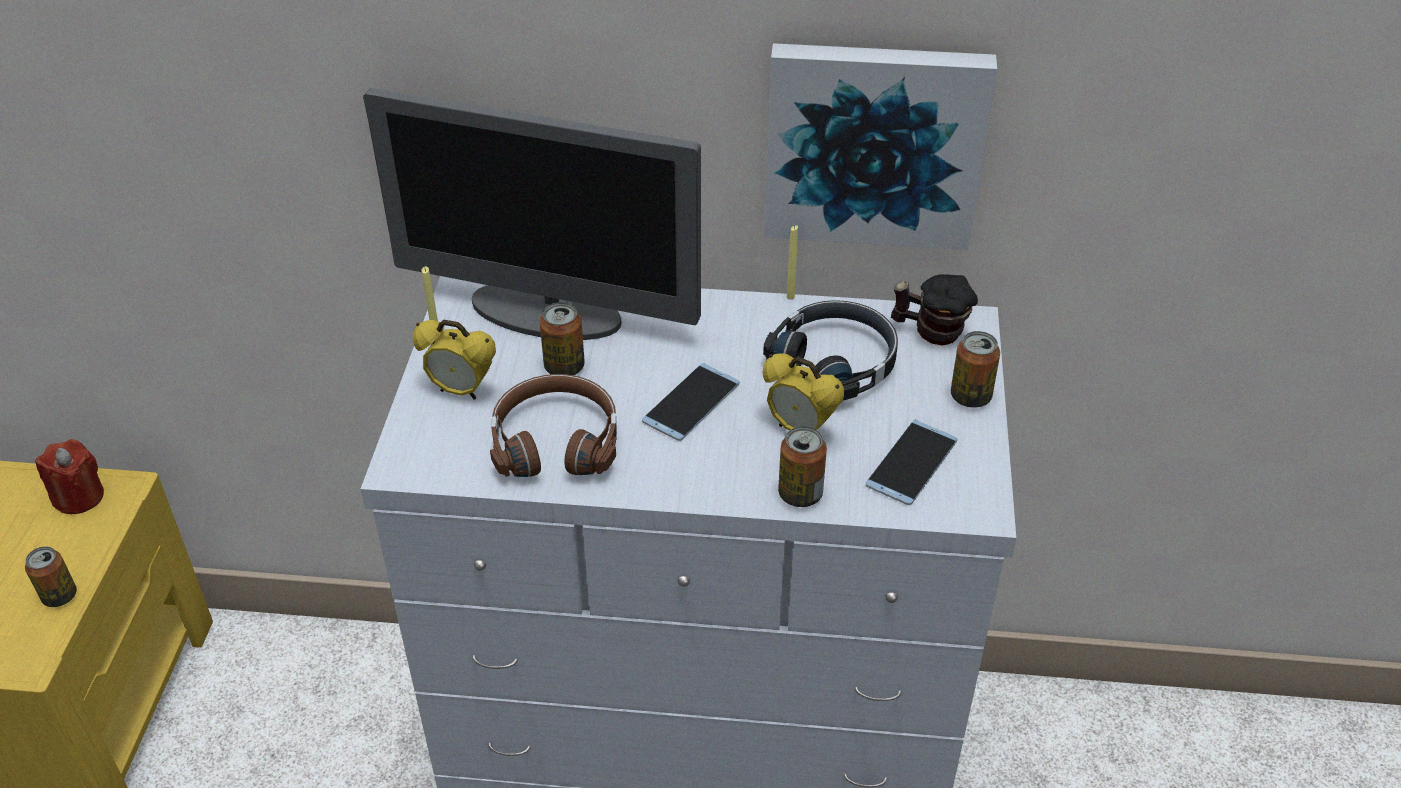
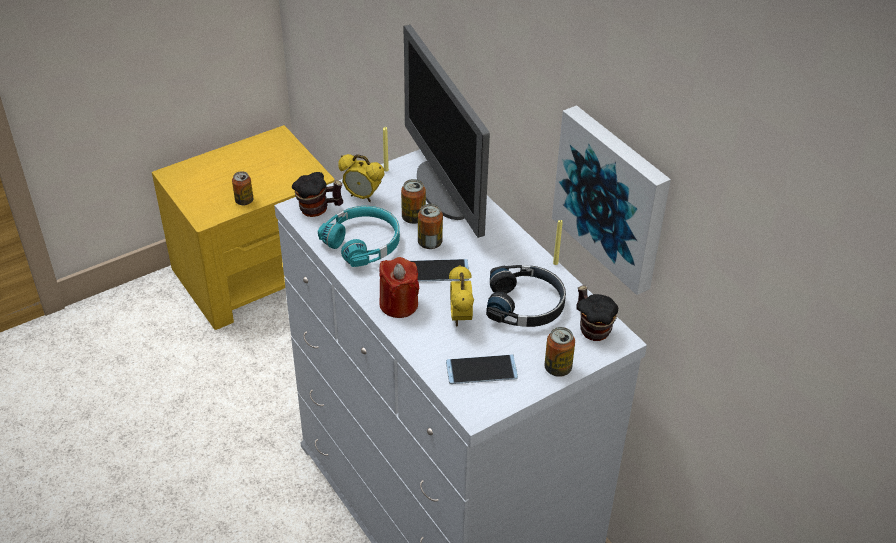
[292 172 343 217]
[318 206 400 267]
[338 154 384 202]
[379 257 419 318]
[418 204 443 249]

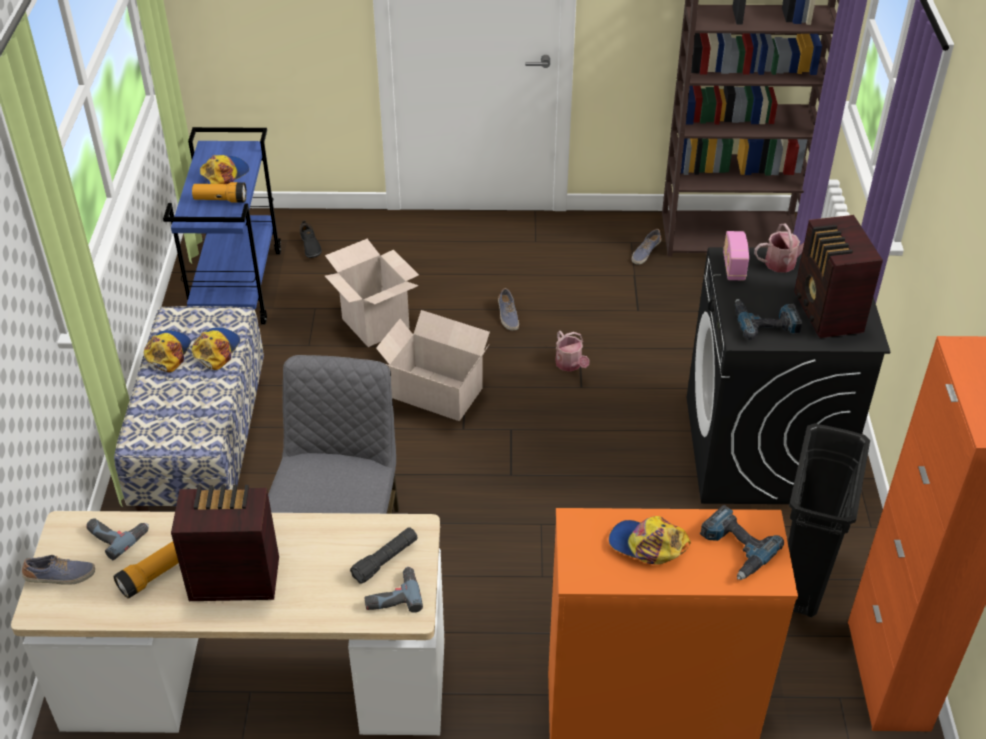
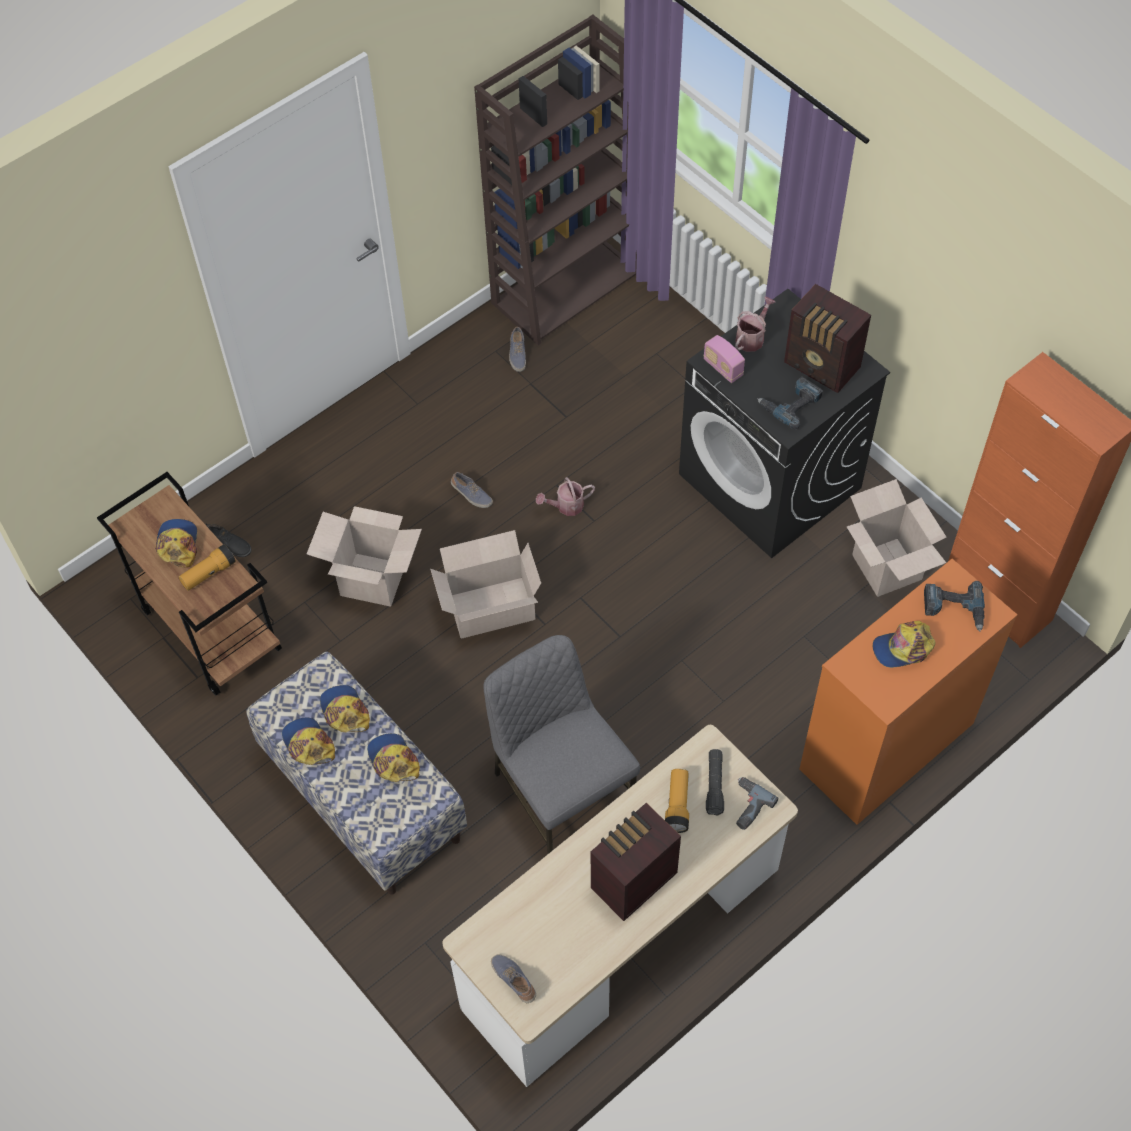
[97 472 282 695]
[367 733 420 782]
[491 954 536 1003]
[536 477 595 516]
[665 769 689 833]
[847 479 946 597]
[86 518 149 560] (first image)

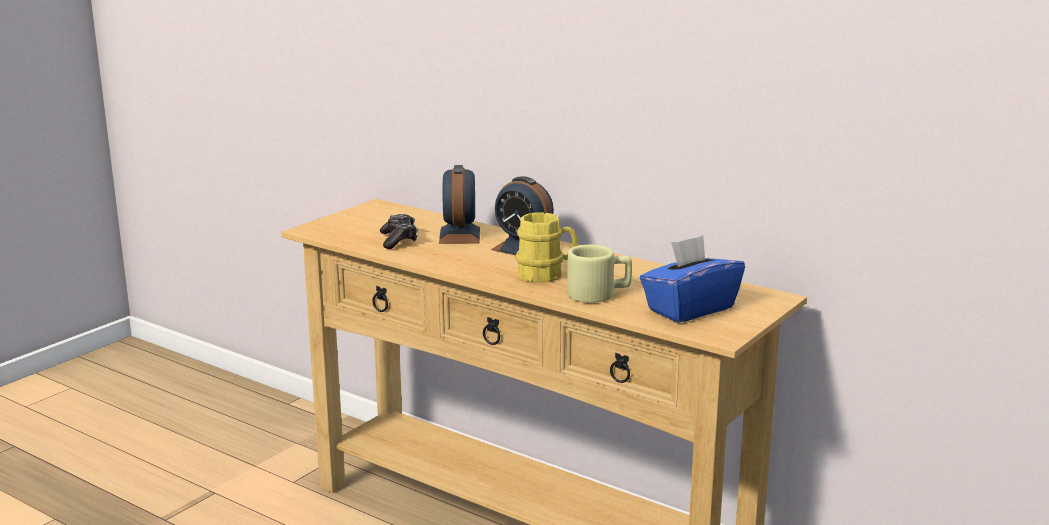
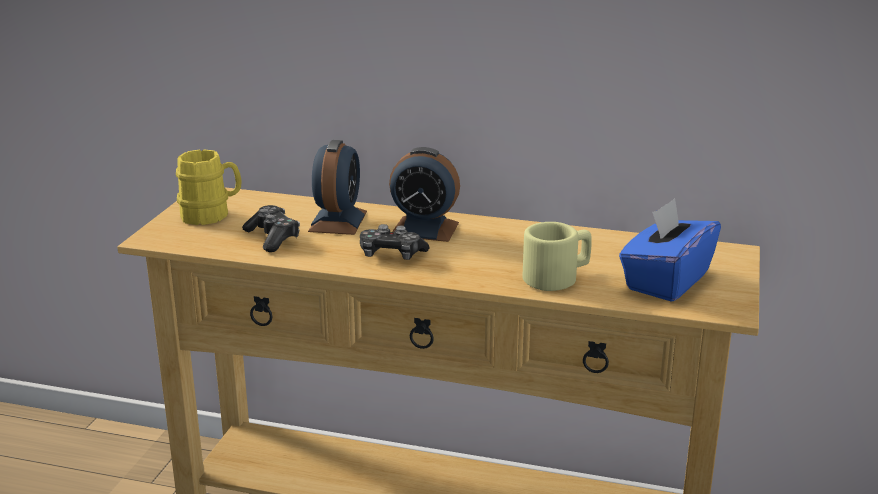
[176 149 242 225]
[308 140 367 235]
[360 224 429 260]

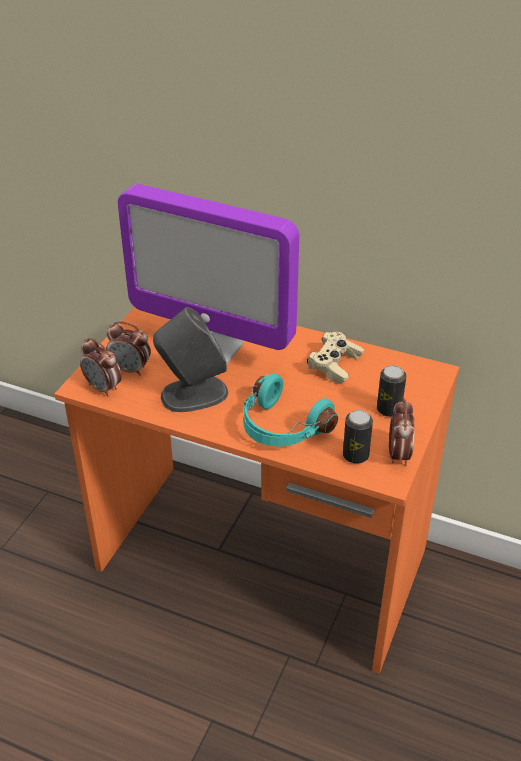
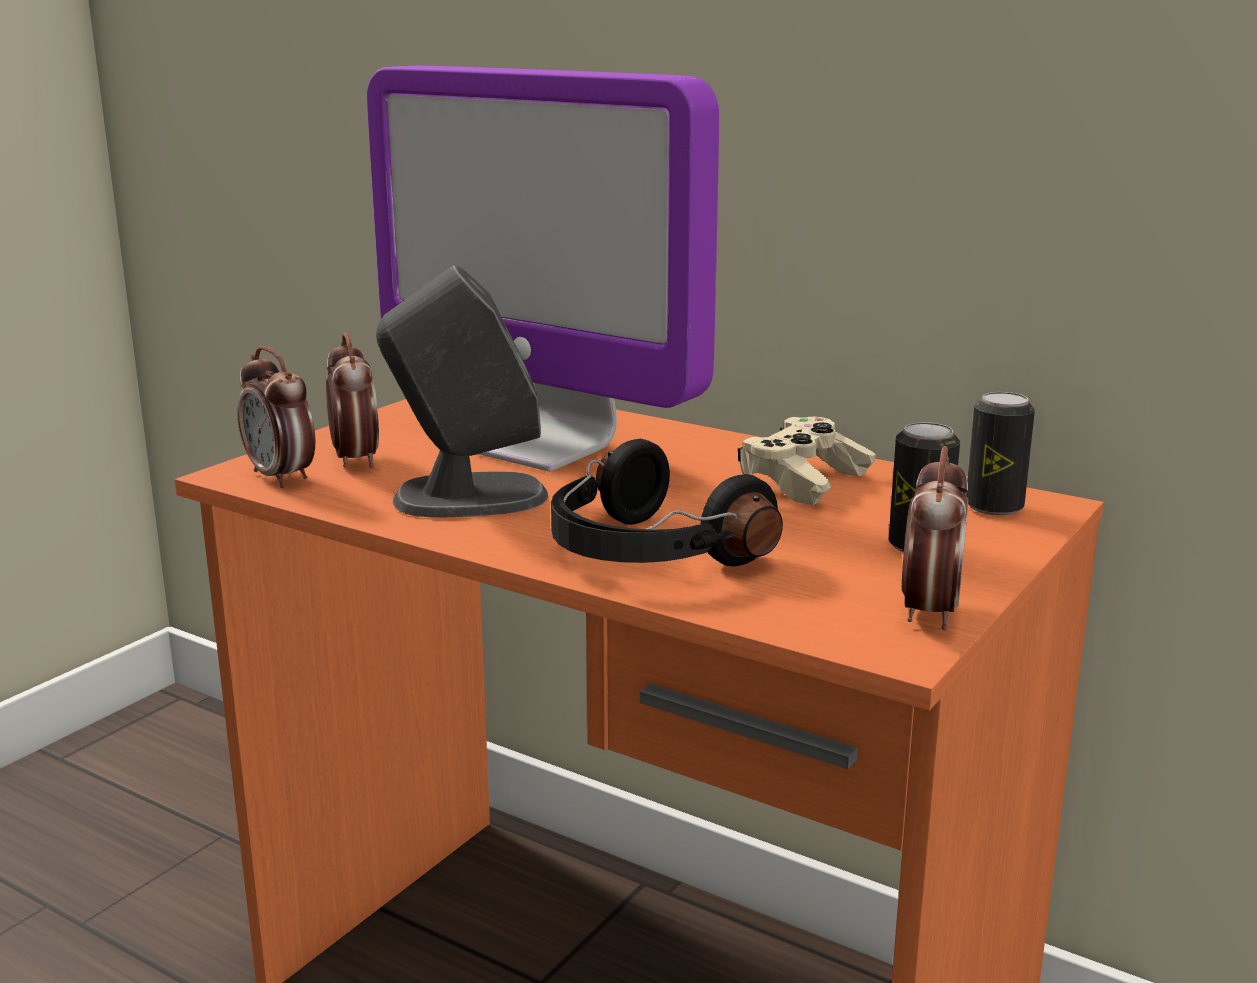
[326 333 379 468]
[551 439 783 566]
[966 392 1035 516]

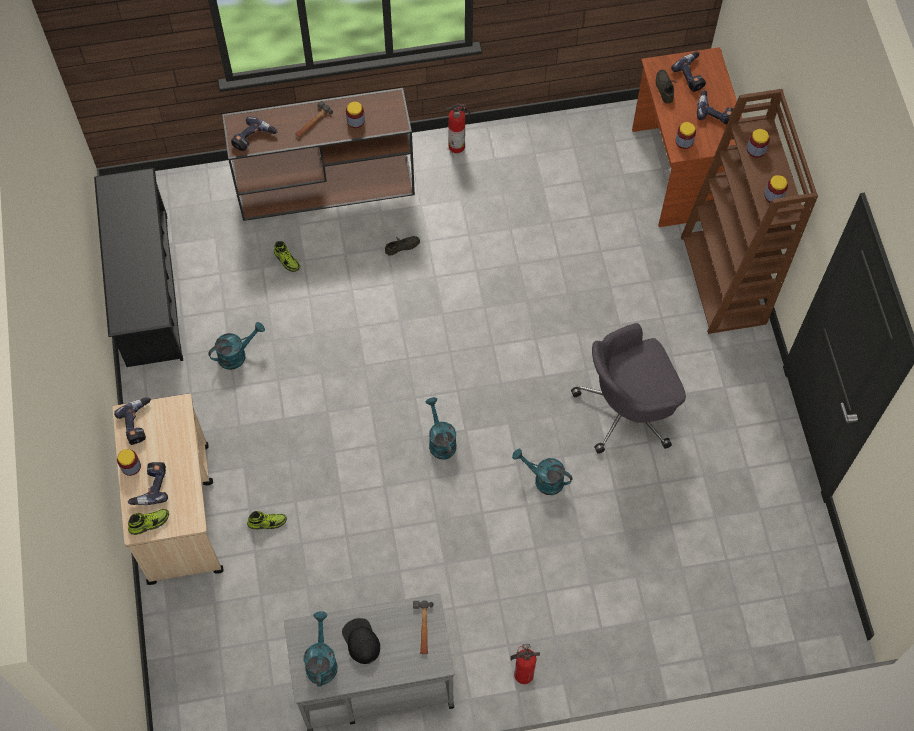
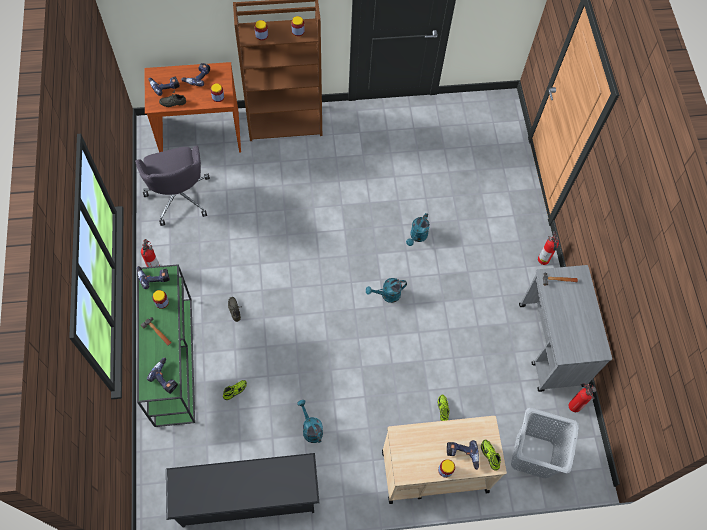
[135 145 210 226]
[137 264 195 427]
[137 266 170 289]
[511 408 579 478]
[569 383 596 412]
[303 611 337 686] (first image)
[342 618 380 664] (first image)

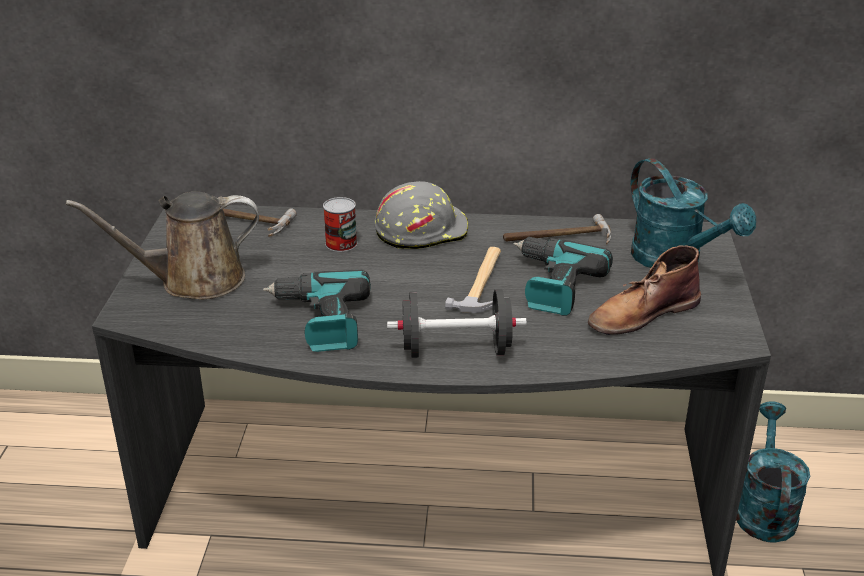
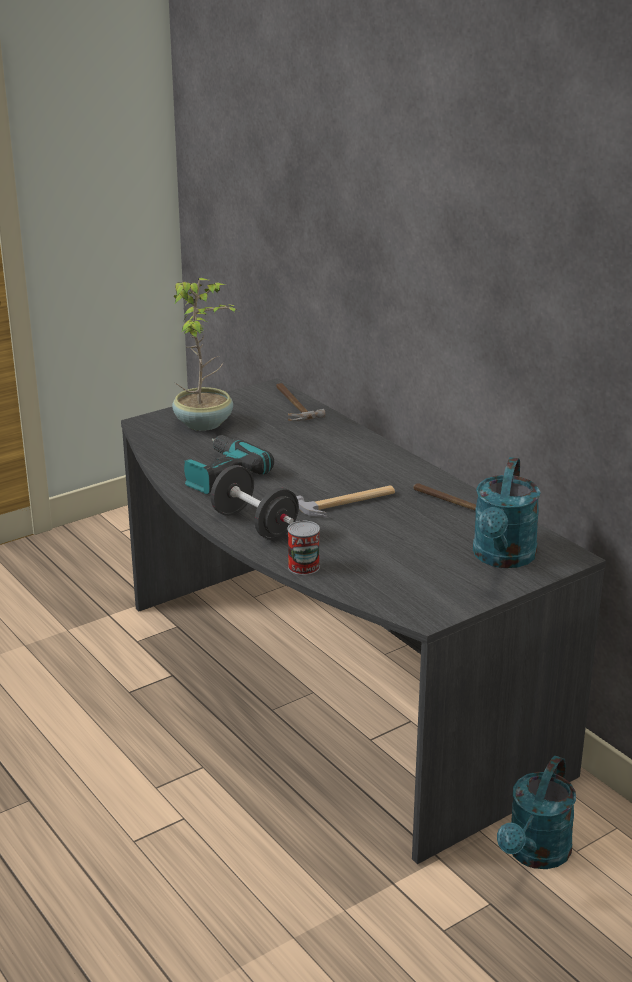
[172 278 236 431]
[288 521 320 575]
[497 756 576 869]
[374 181 468 249] (first image)
[514 237 613 316] (first image)
[588 245 701 335] (first image)

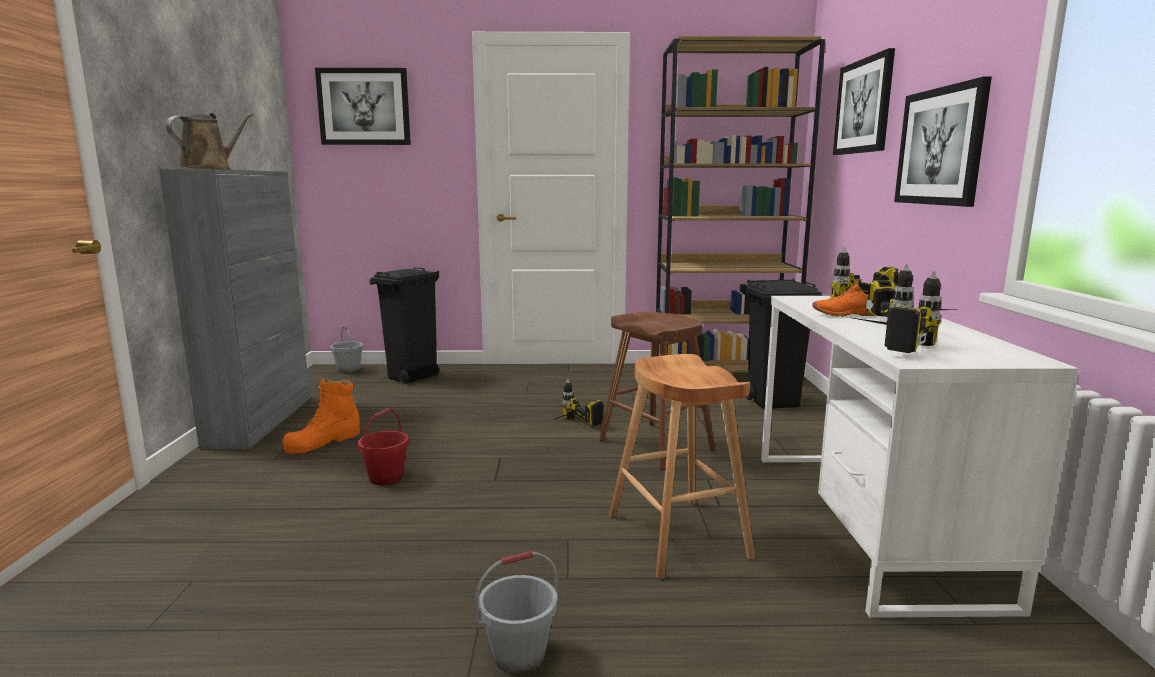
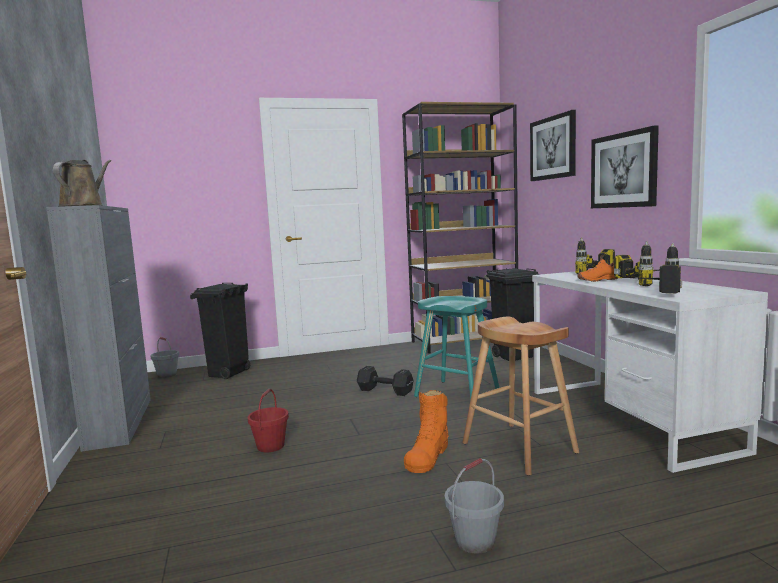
[357 366 414 396]
[404 390 449 473]
[414 296 500 400]
[315 68 411 145] (first image)

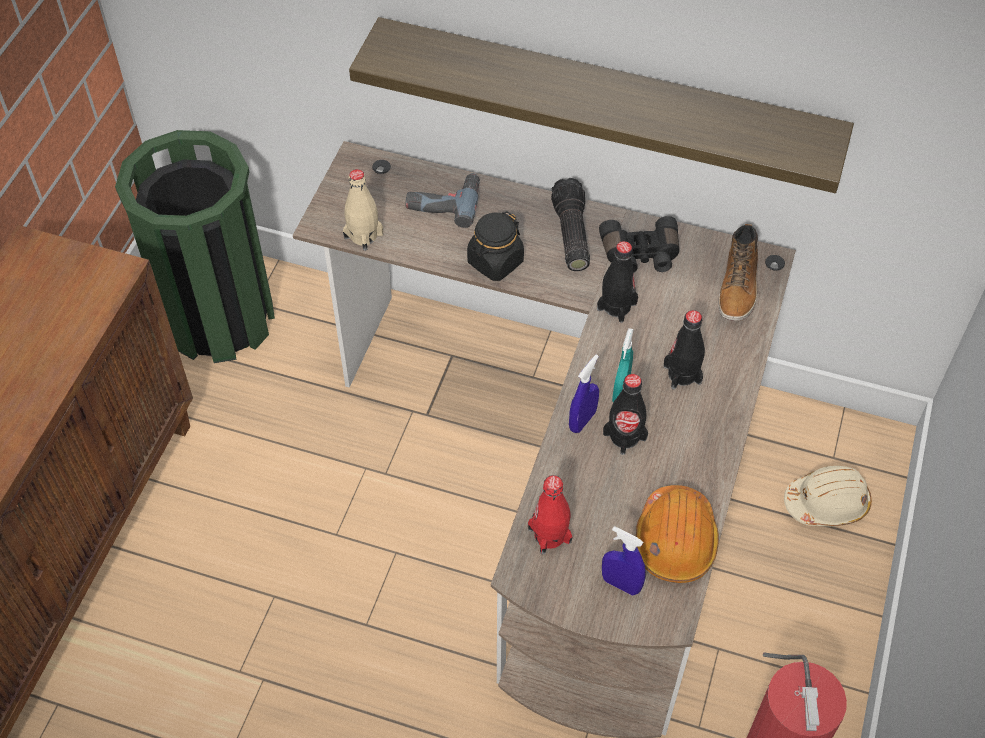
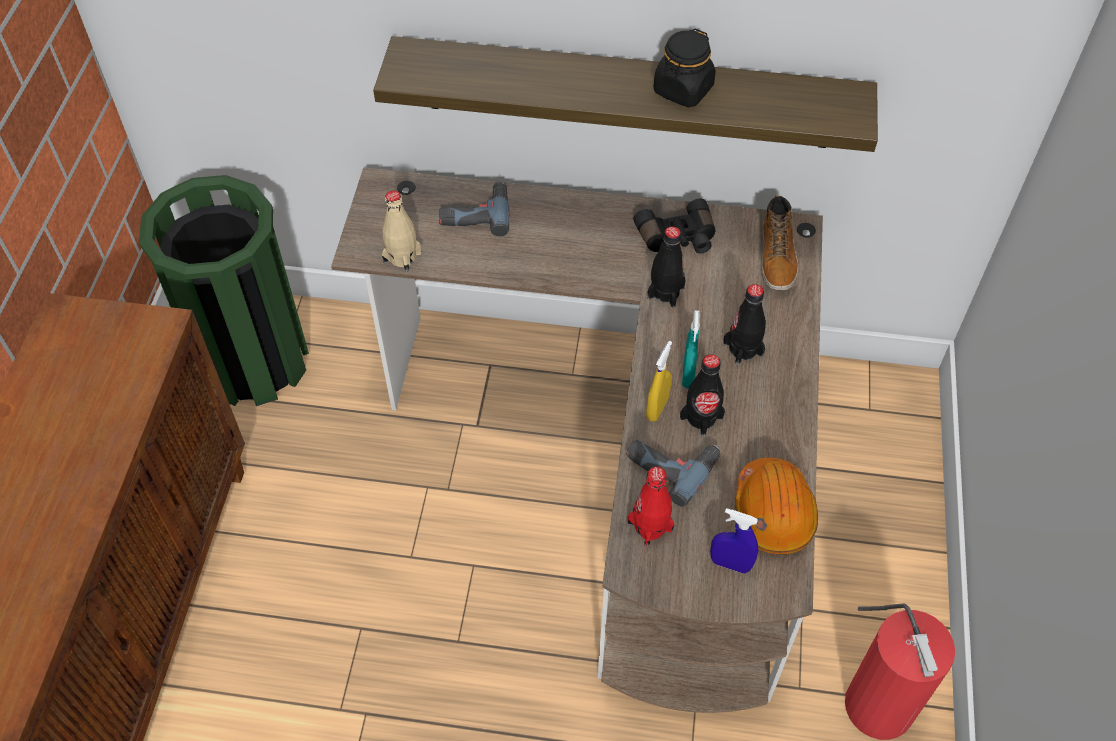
[626 440 720 507]
[646 341 672 421]
[654 28 716 107]
[551 178 590 271] (first image)
[784 466 872 527] (first image)

